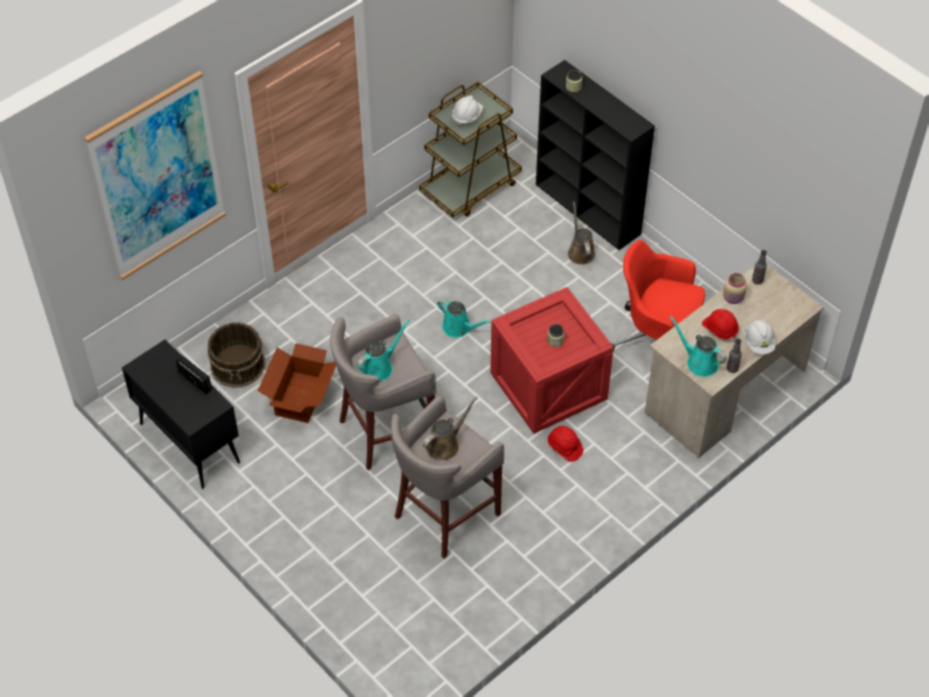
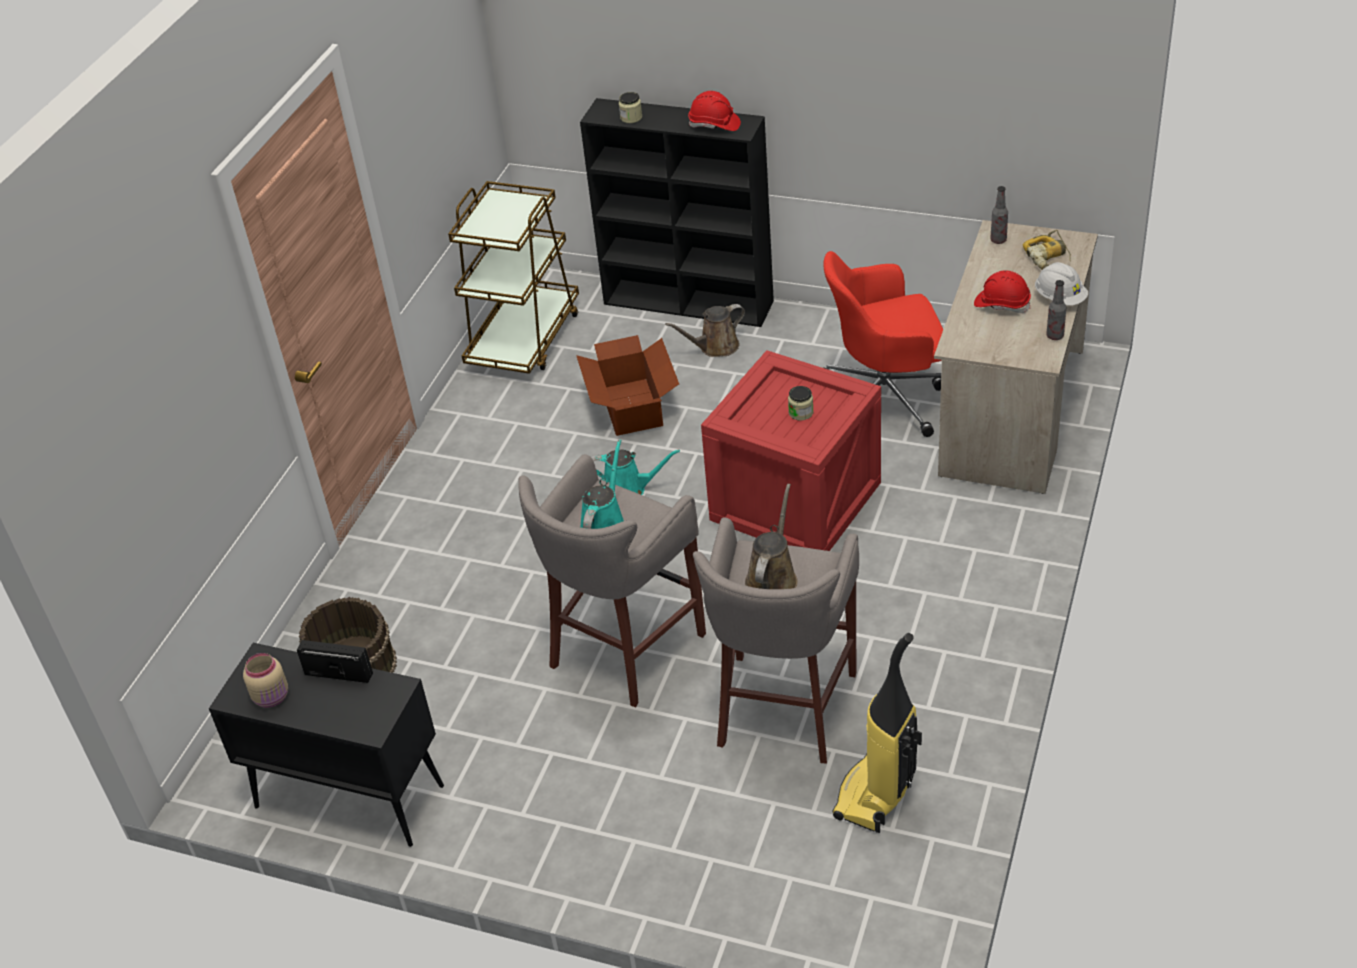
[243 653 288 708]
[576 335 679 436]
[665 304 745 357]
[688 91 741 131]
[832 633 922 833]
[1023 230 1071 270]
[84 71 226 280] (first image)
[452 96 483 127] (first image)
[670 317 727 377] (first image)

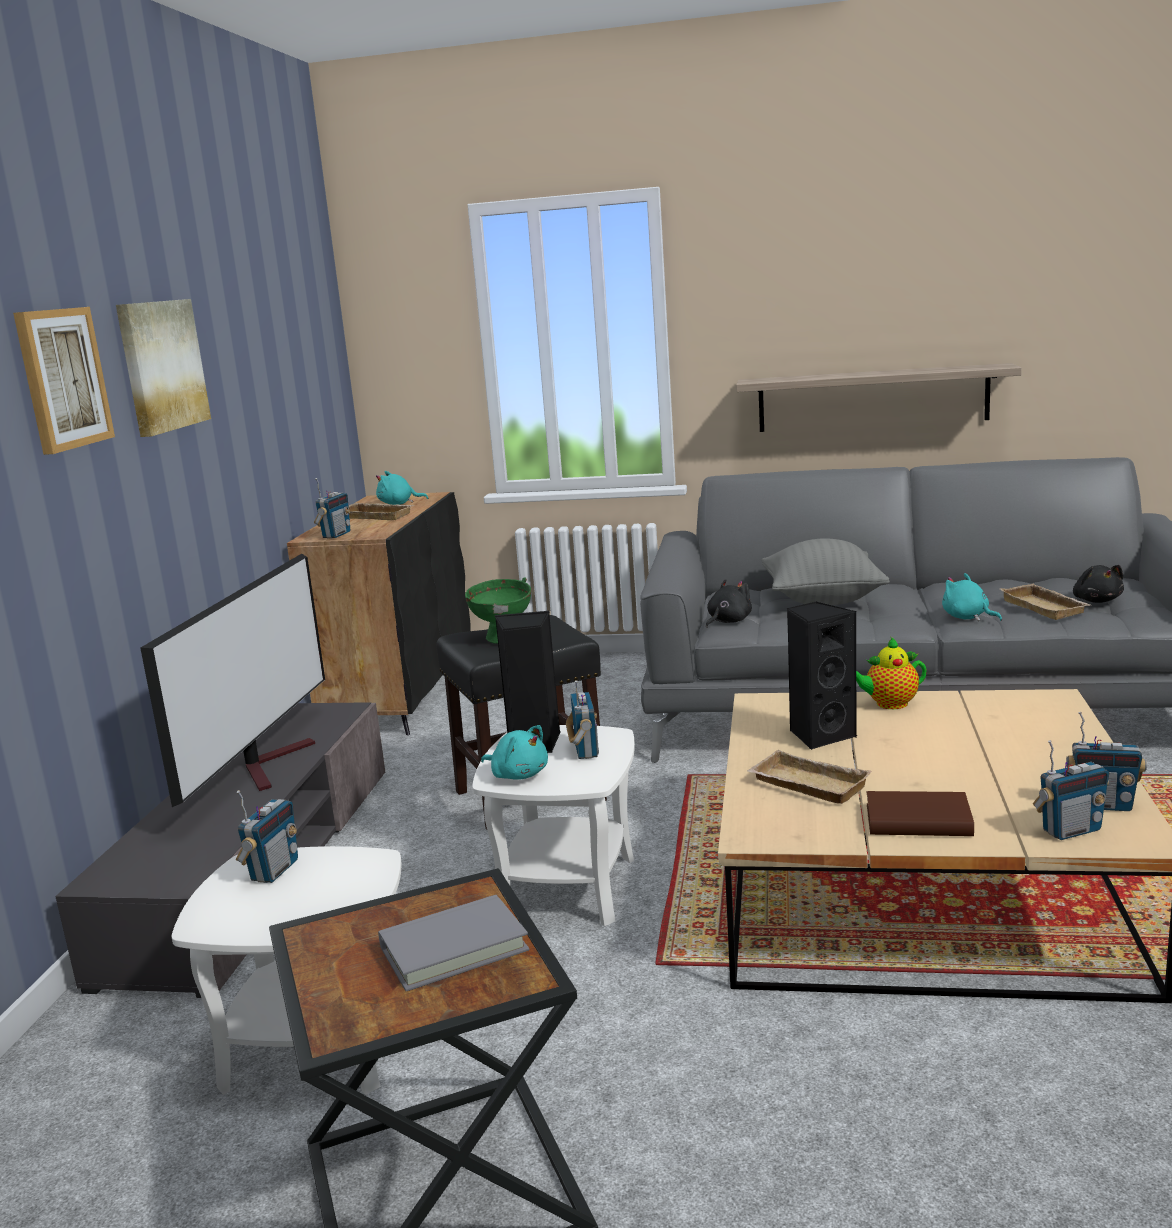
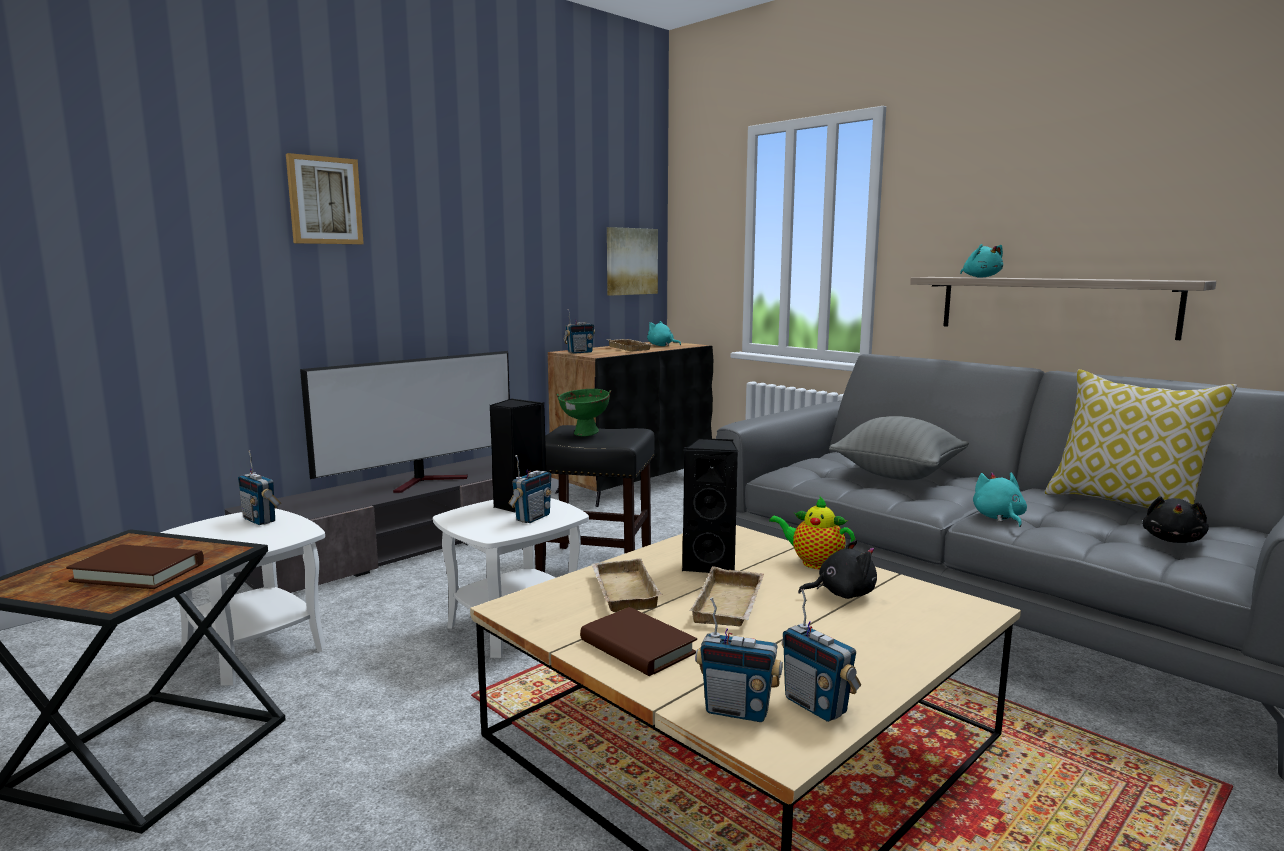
[66 544 204 589]
[238 450 281 525]
[607 227 658 296]
[689 566 764 626]
[798 540 877 599]
[960 244 1003 277]
[1045 369 1237 509]

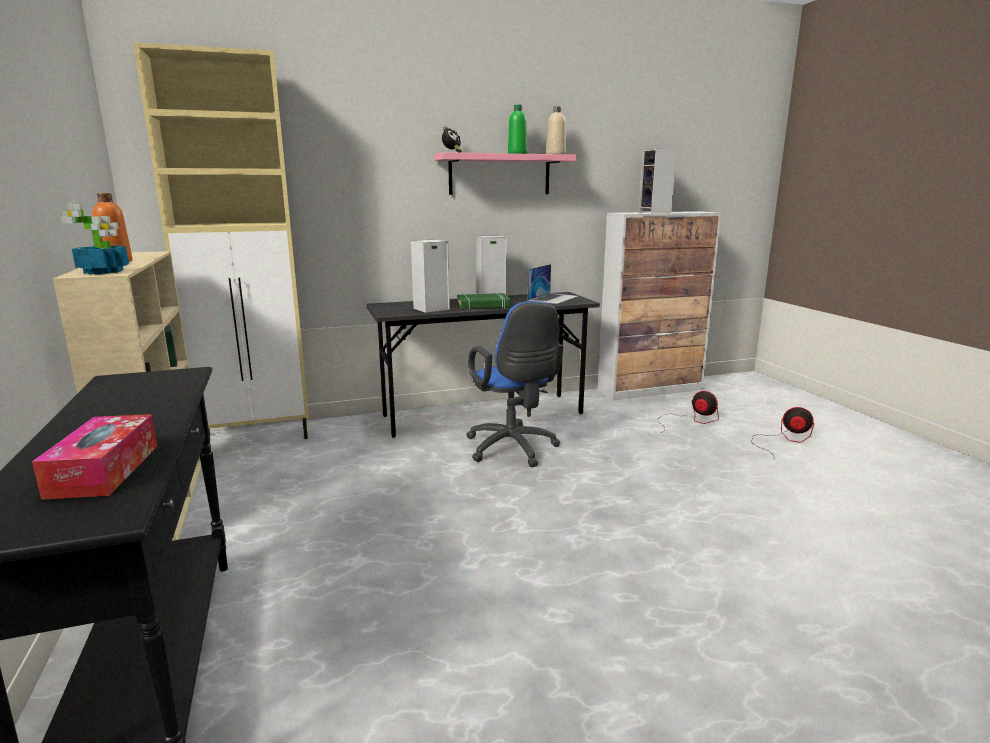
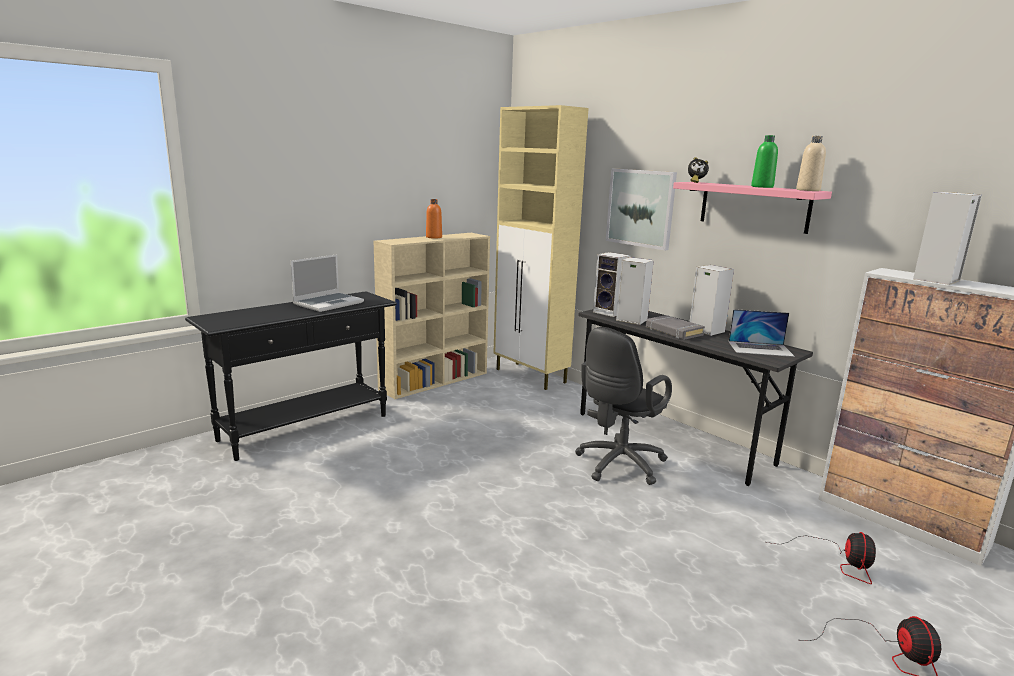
[291 254 364 312]
[575 327 672 485]
[593 252 631 317]
[606 169 677 250]
[646 315 705 340]
[32 414 157 500] (first image)
[61 203 129 274] (first image)

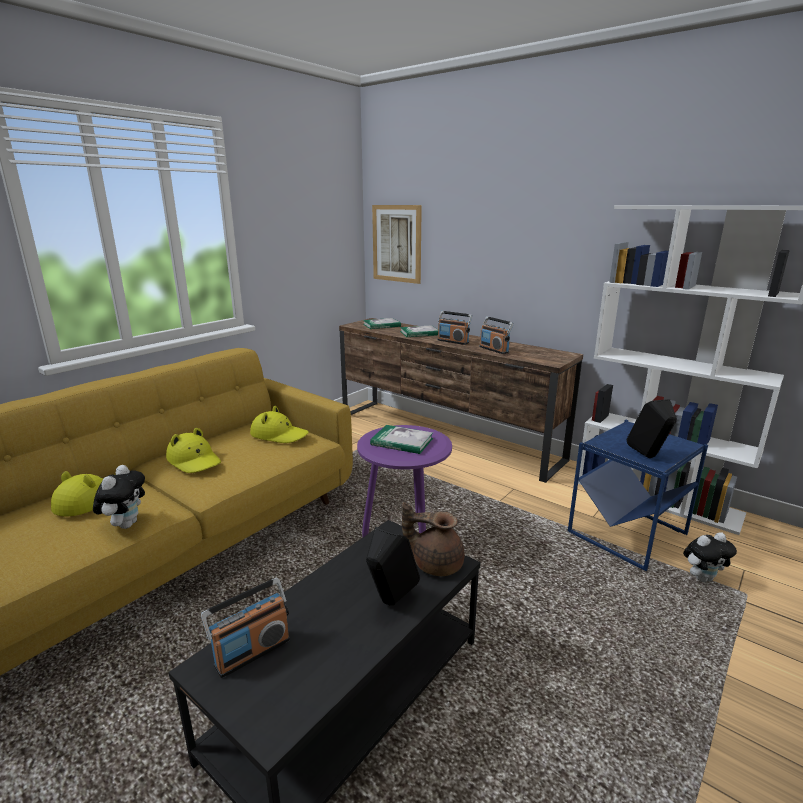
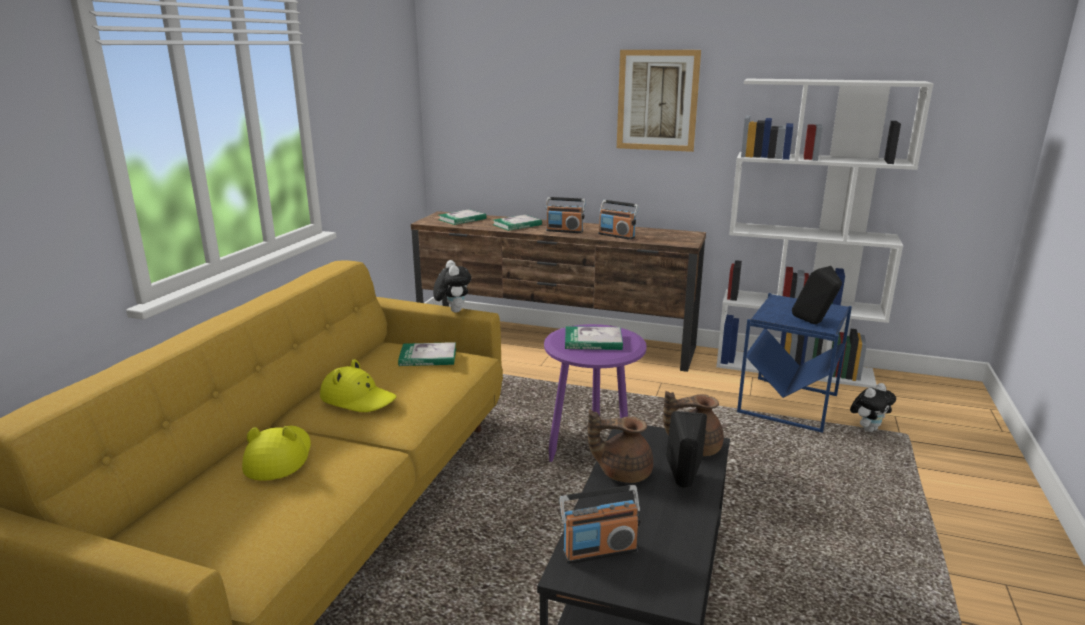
[398 342 456 366]
[433 260 471 313]
[559 485 640 564]
[588 409 653 483]
[617 50 701 152]

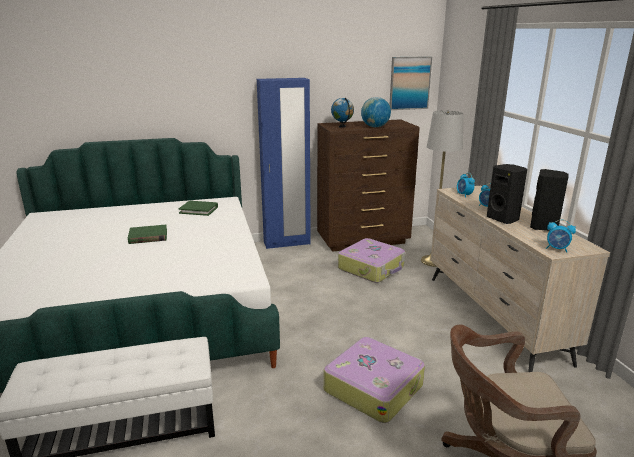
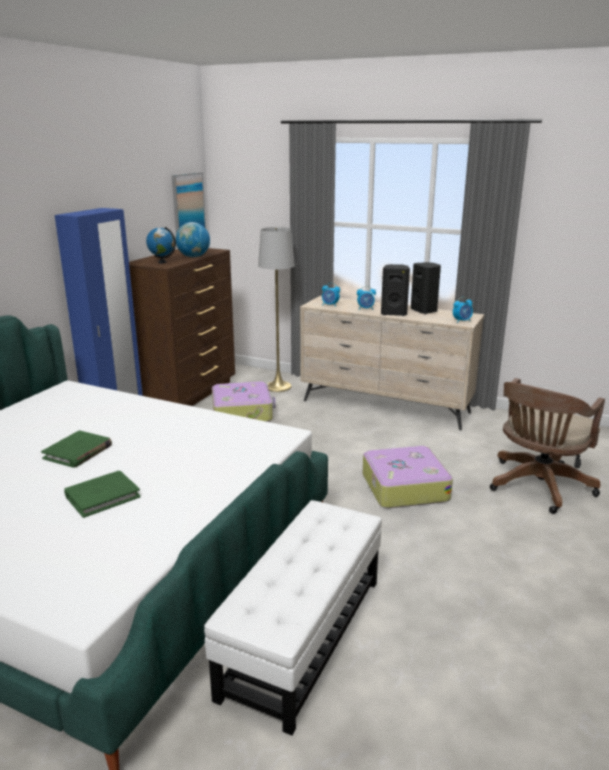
[64 471 141 518]

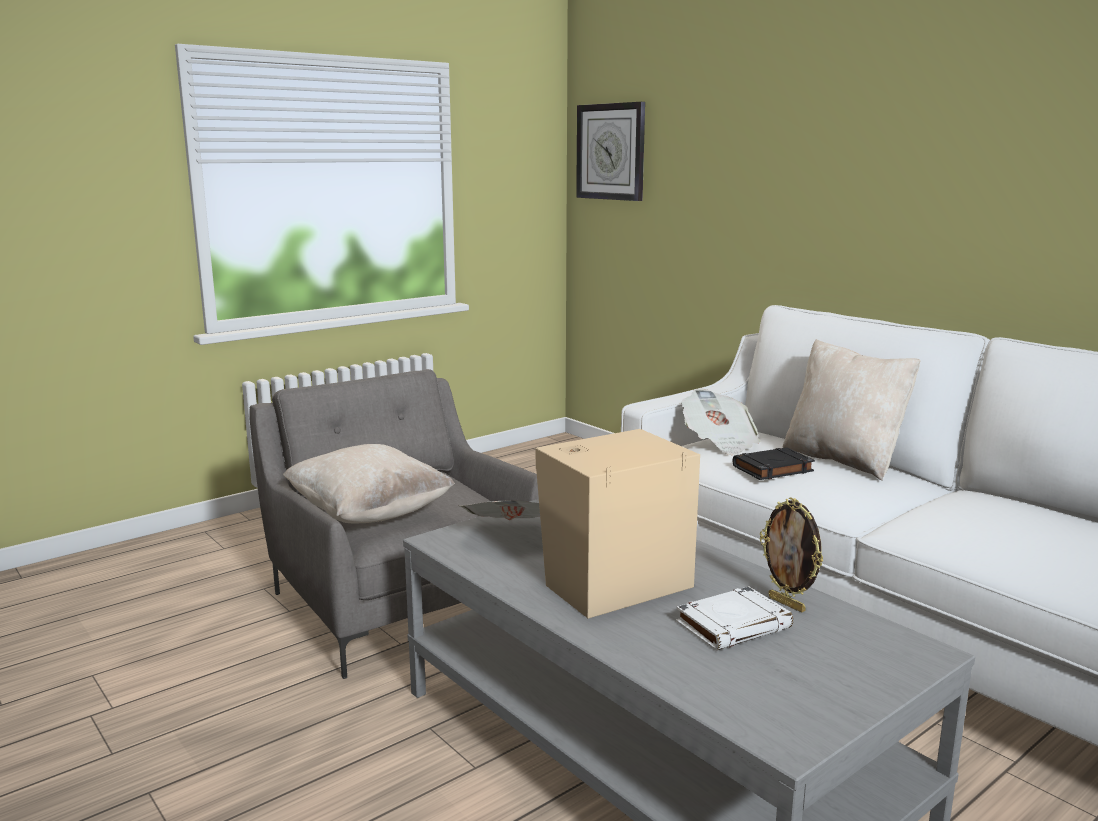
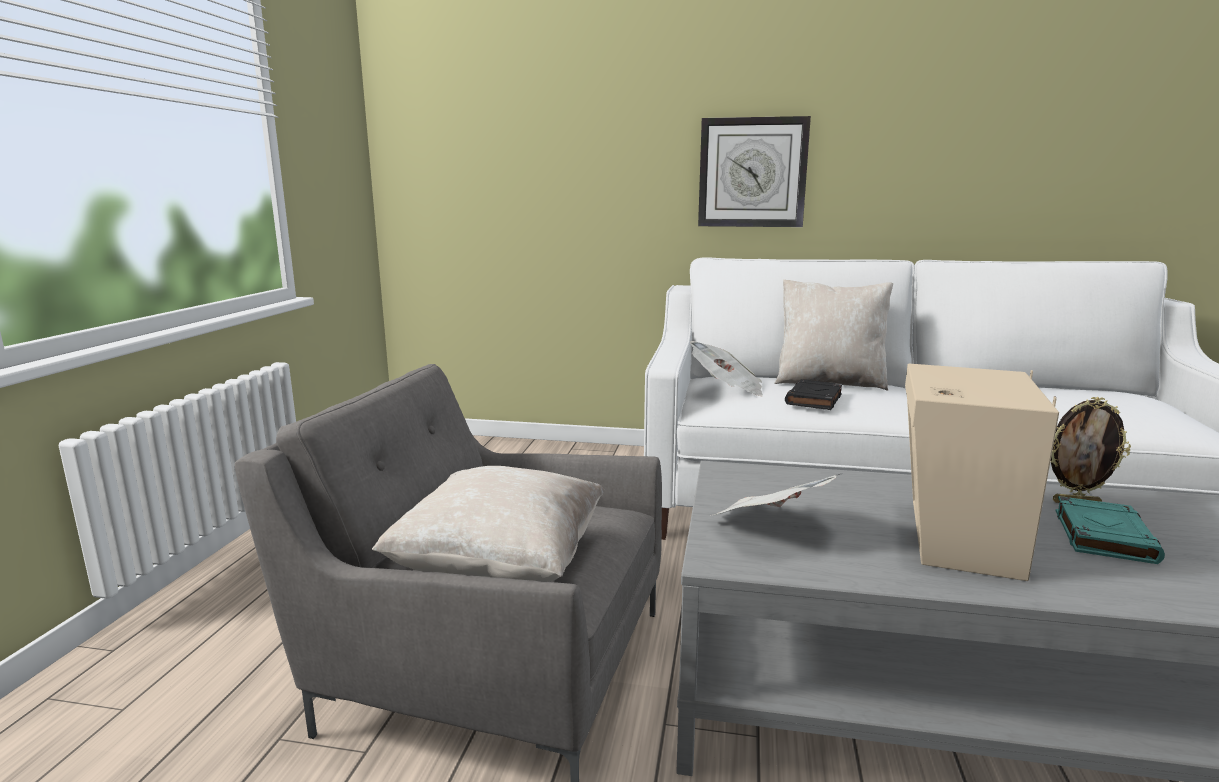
[698 116 811 227]
[1056 496 1165 564]

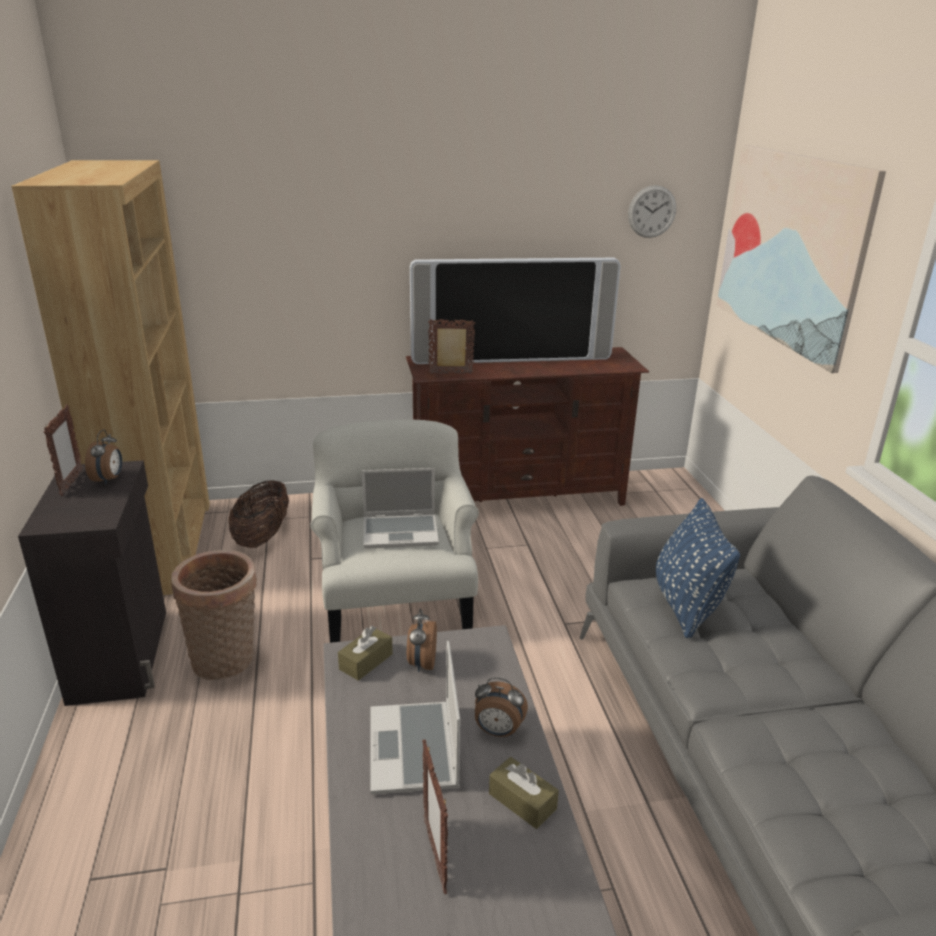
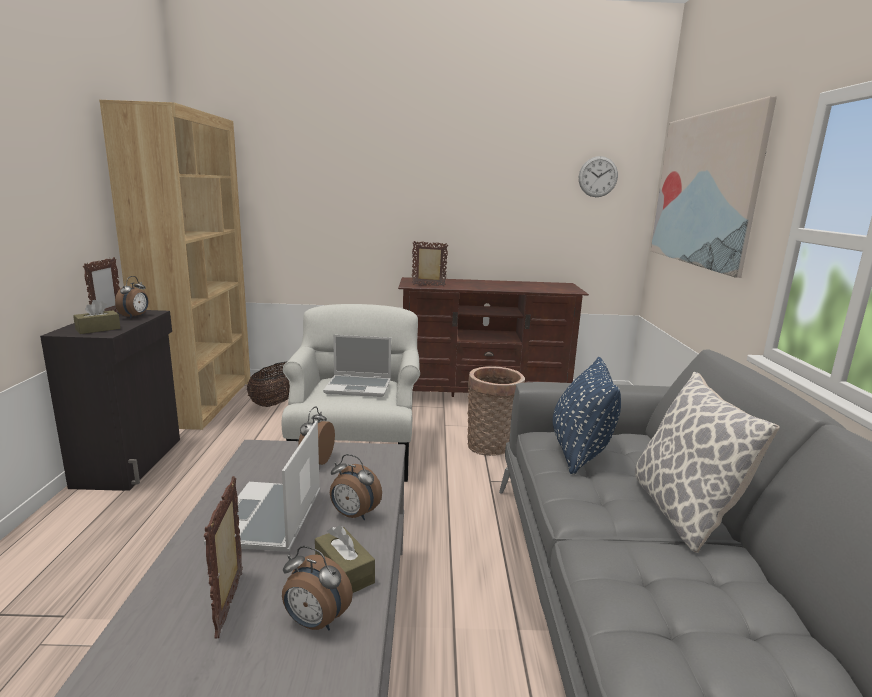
[73 300 121 334]
[282 546 353 630]
[467 366 525 456]
[635 372 780 553]
[410 258 621 364] (first image)

